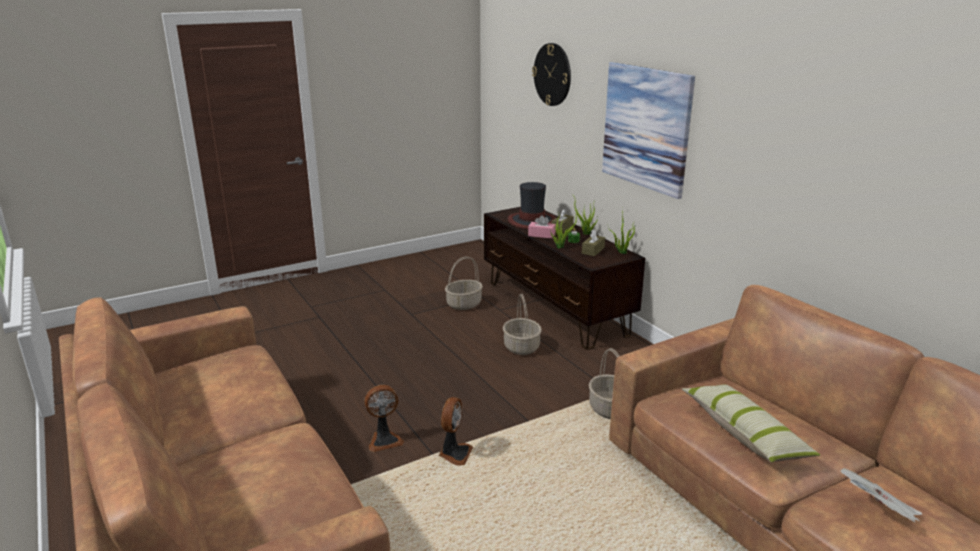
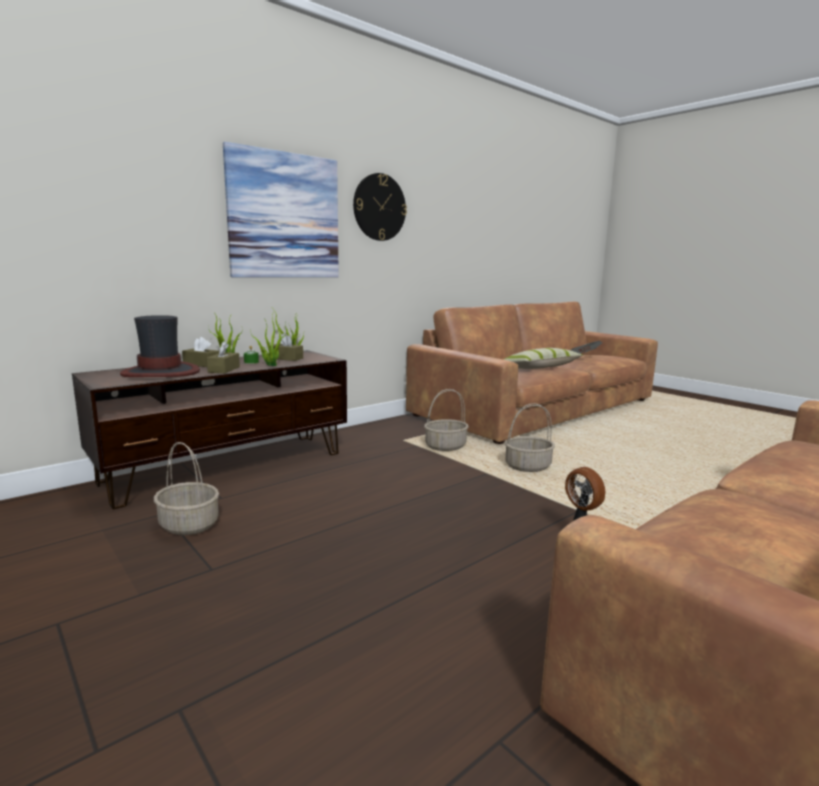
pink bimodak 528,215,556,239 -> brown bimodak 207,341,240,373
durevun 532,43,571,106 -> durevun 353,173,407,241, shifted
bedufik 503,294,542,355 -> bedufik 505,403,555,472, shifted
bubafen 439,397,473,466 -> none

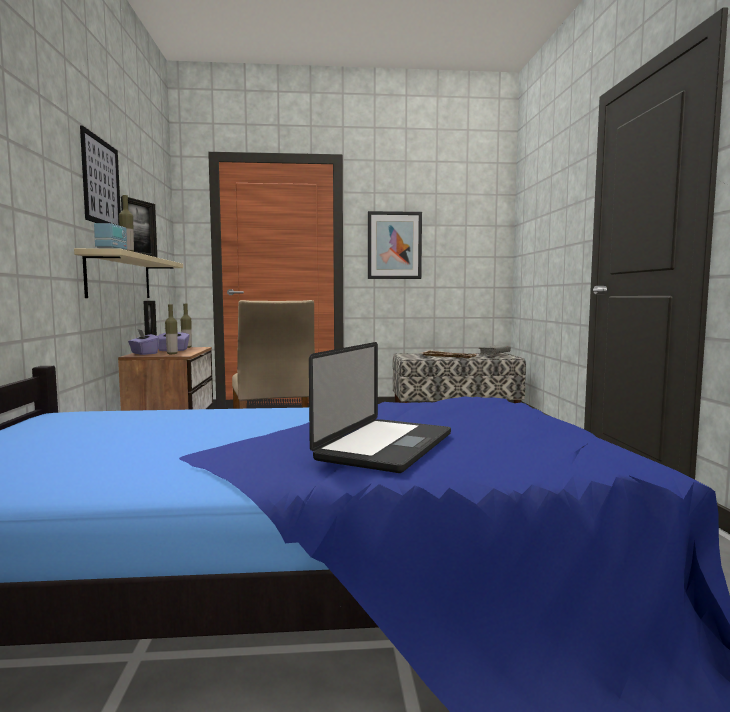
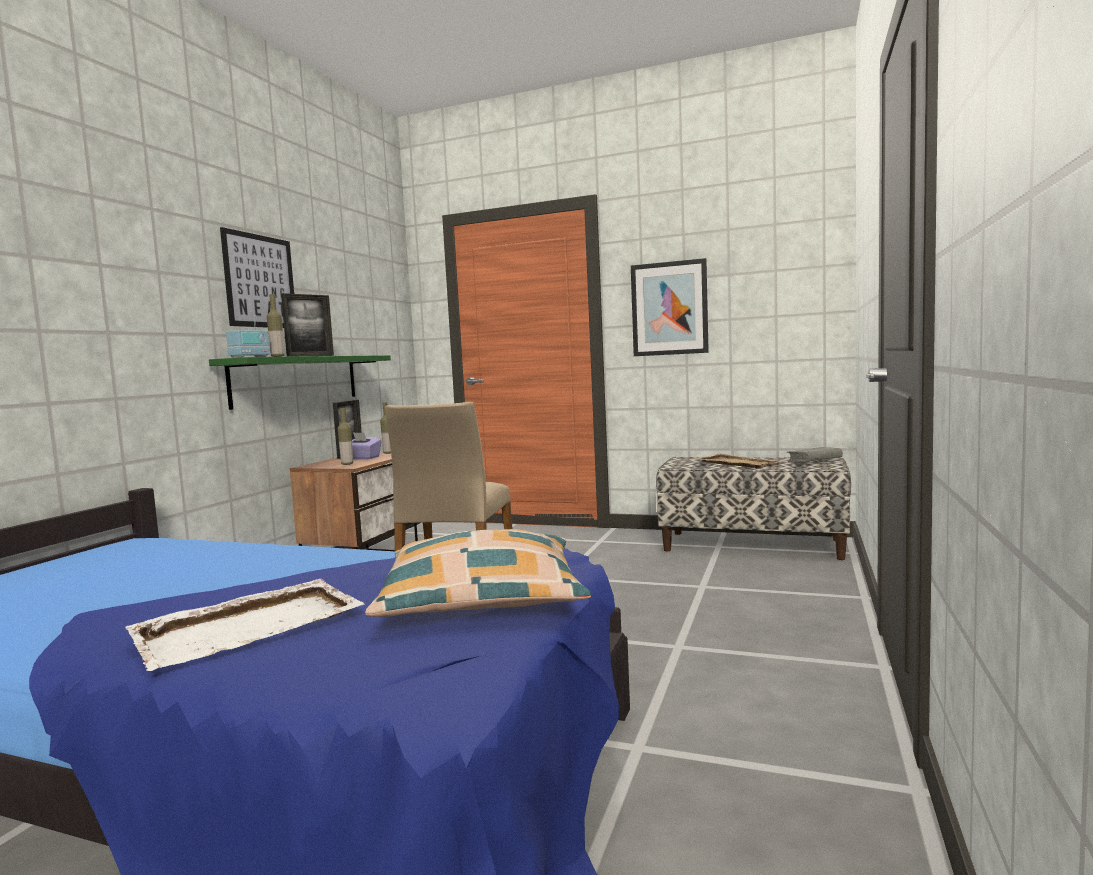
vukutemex 309,342,451,473 -> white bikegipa 125,579,365,671
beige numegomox 74,248,183,298 -> green numegomox 209,355,391,410
none -> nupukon 365,529,591,617
purple bimodak 128,330,159,355 -> none

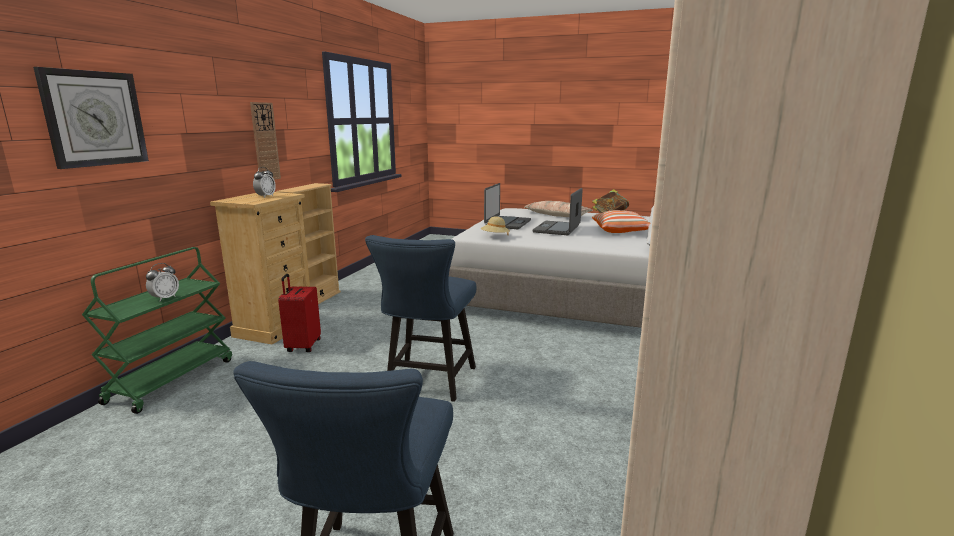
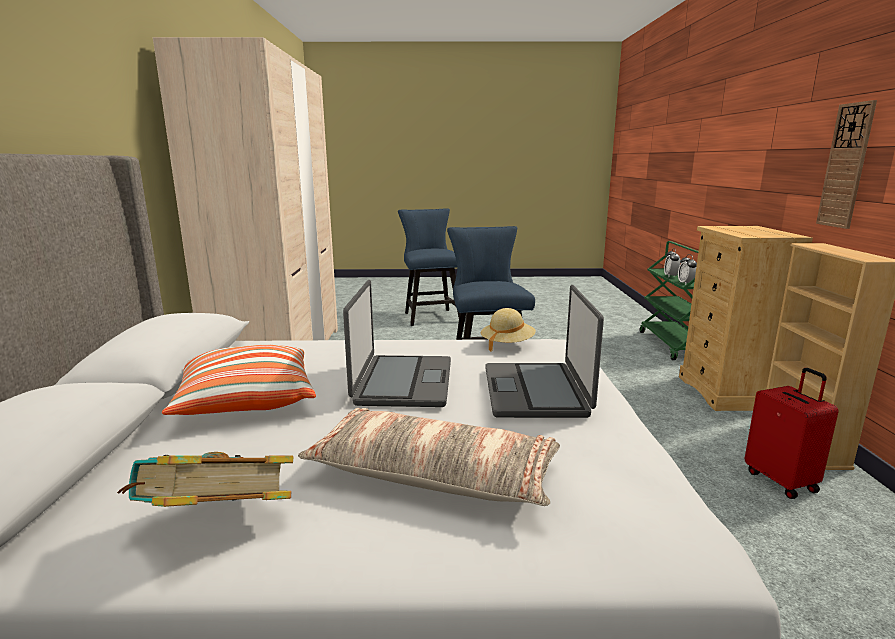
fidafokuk 253,167,276,198 -> fidafokuk 678,254,697,285, shifted
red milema 278,274,321,352 -> red milema 744,368,839,499, shifted
durevun 33,67,149,169 -> none

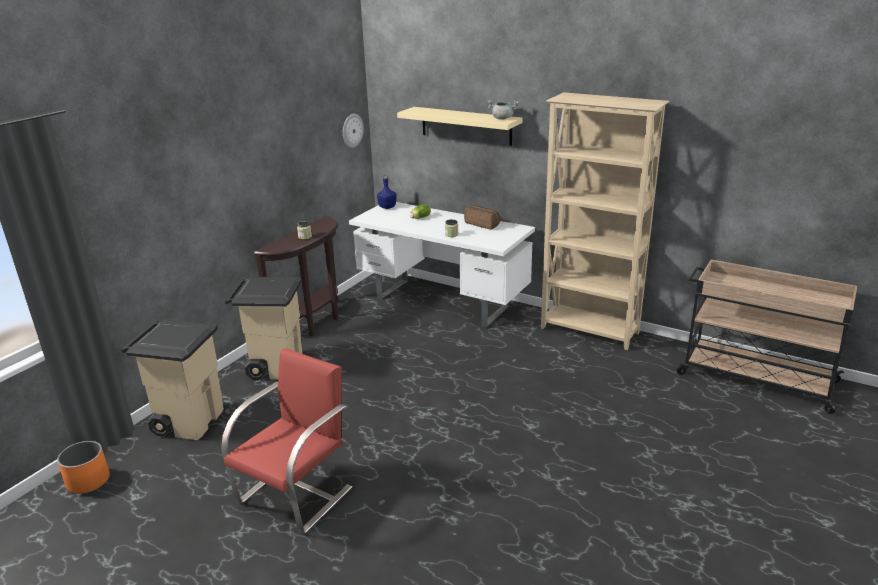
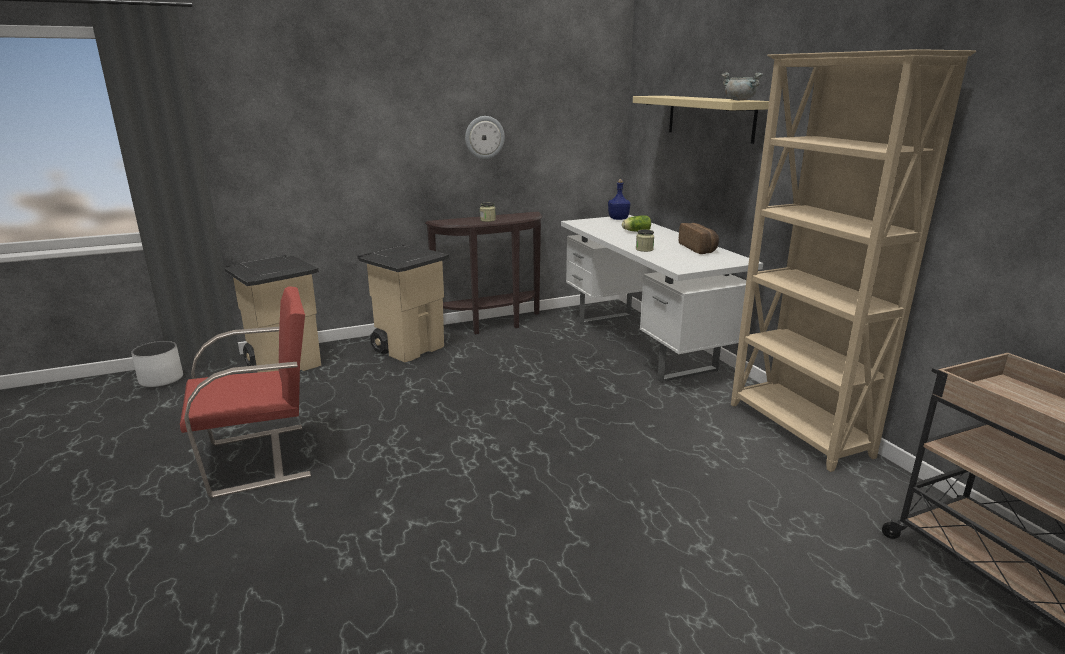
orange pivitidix 57,441,110,494 -> white pivitidix 131,341,183,388
durevun 343,114,364,148 -> durevun 465,116,505,159, shifted

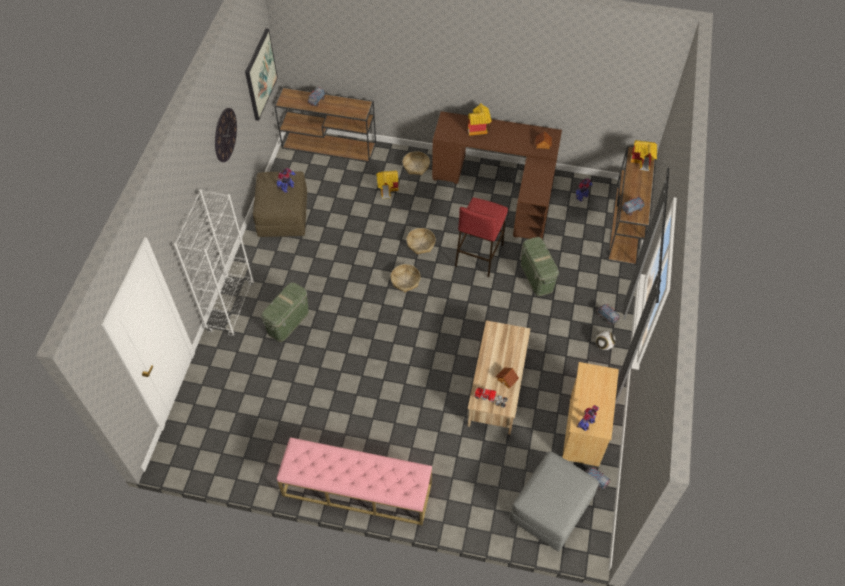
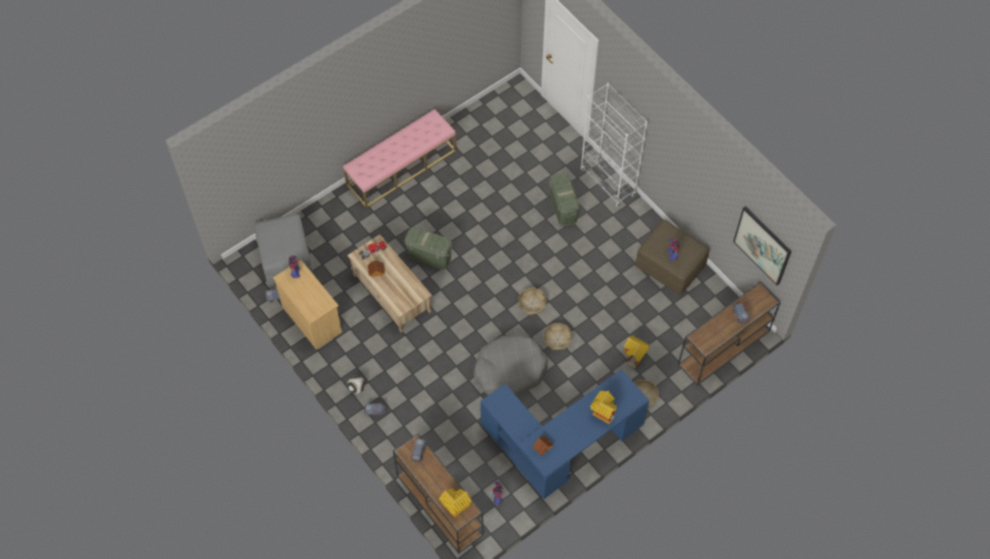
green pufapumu 521,237,559,296 -> green pufapumu 404,227,453,270, shifted
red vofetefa 455,198,508,277 -> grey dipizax 473,336,548,396
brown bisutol 432,111,562,240 -> blue bisutol 480,369,649,499
durevun 215,108,237,162 -> none

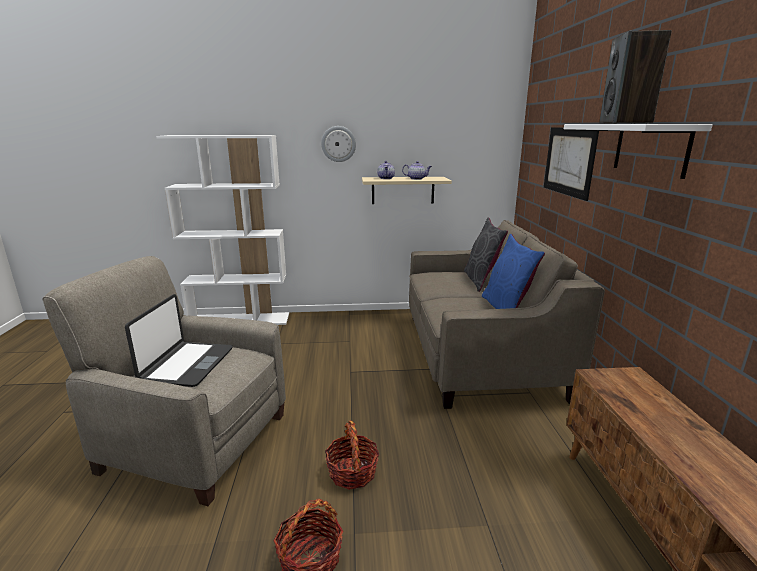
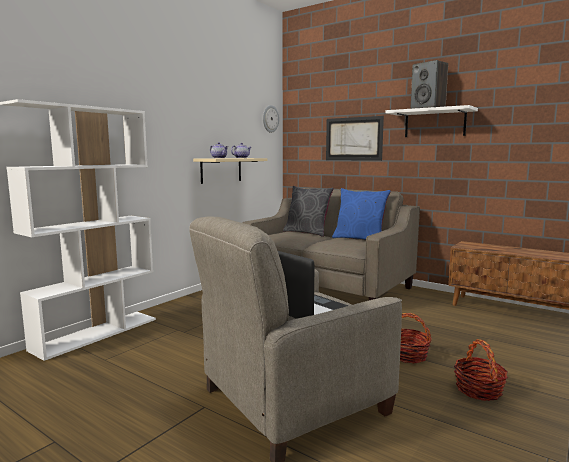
durevun 321,126,356,162 -> durevun 263,105,279,133, shifted

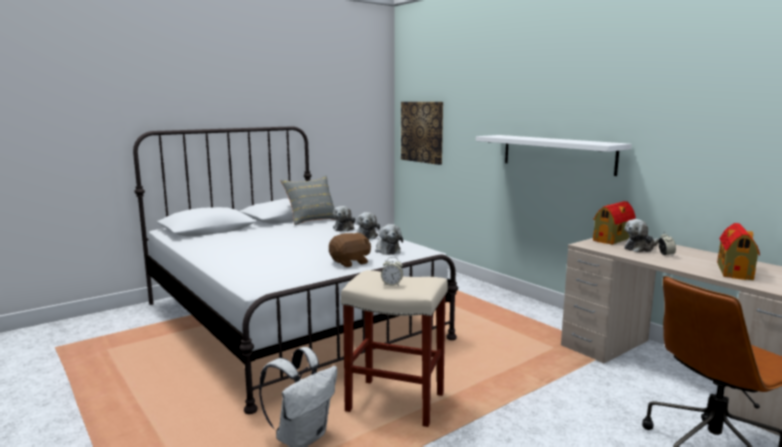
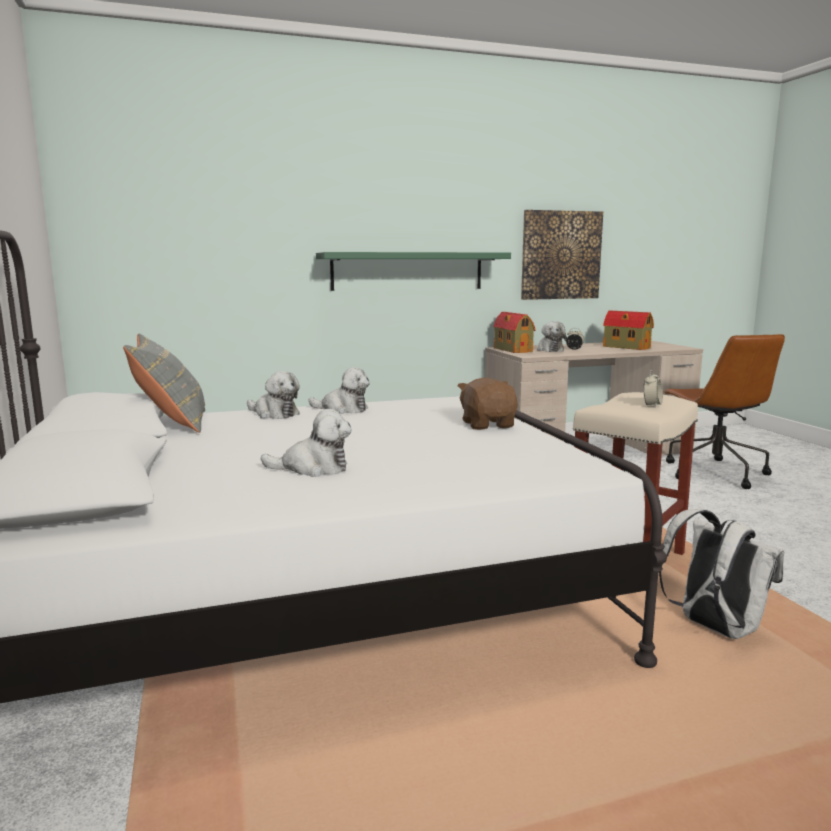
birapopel 375,224,403,255 -> birapopel 261,409,352,477, shifted
white numegomox 476,135,632,176 -> green numegomox 316,252,511,291
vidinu 401,102,443,165 -> vidinu 521,210,603,300, shifted

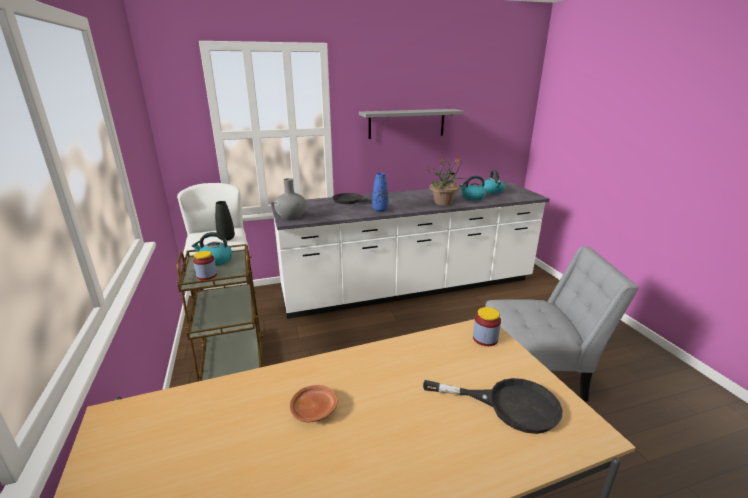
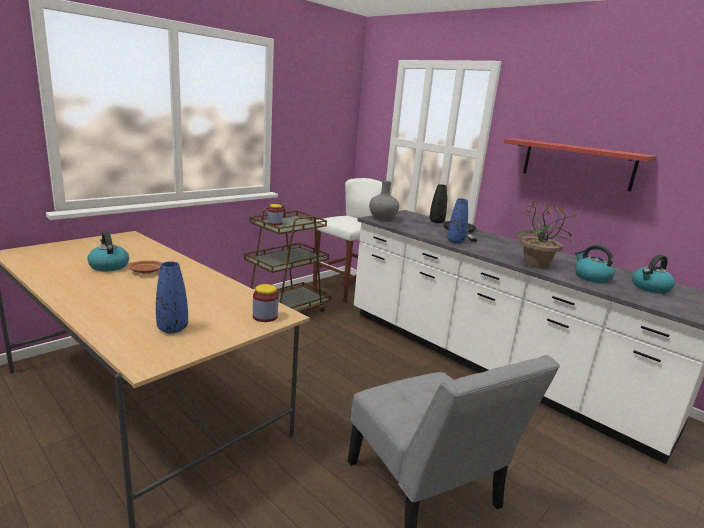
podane 192,232,232,266 -> podane 88,232,129,271, shifted
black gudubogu 423,378,562,434 -> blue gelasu 156,261,188,333
black gelasu 215,201,235,241 -> black gelasu 429,184,447,223, shifted
grey numegomox 359,109,464,139 -> red numegomox 504,139,657,191

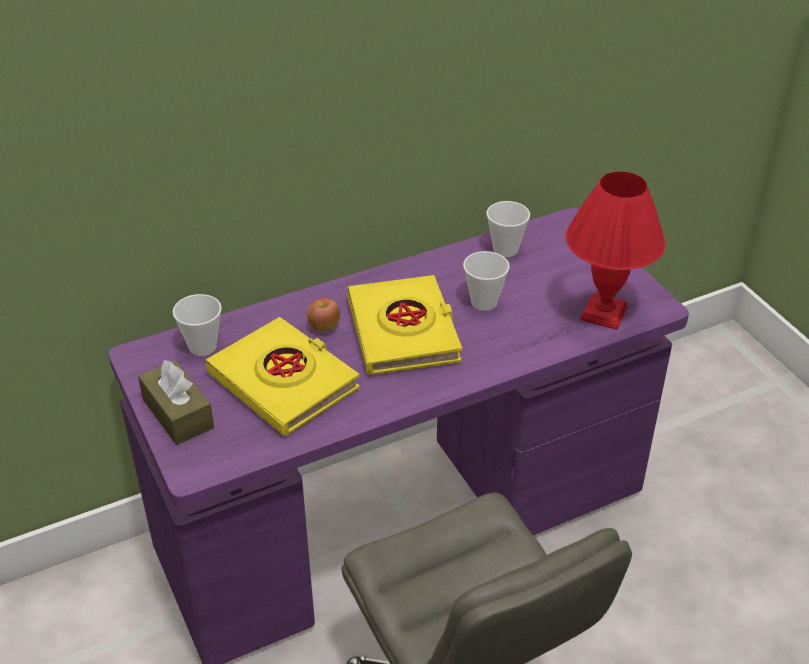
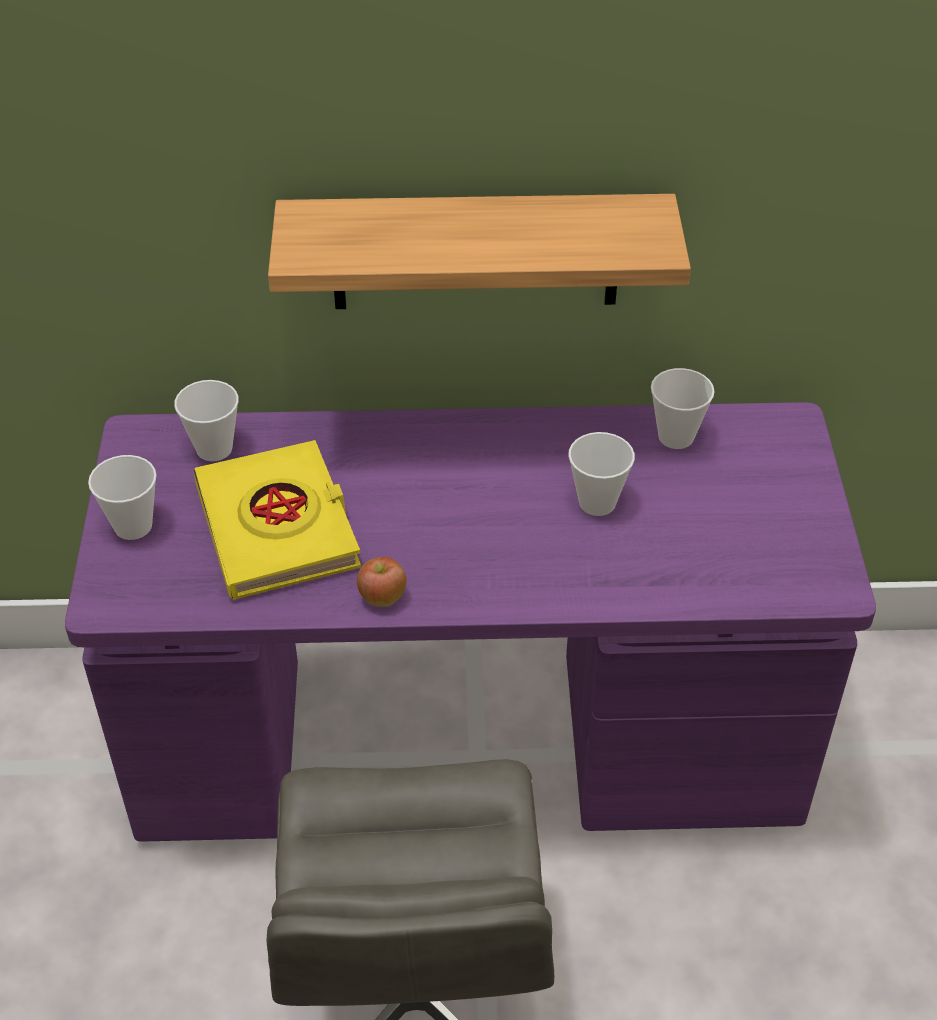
brown bimodak 138,360,214,445 -> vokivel 88,455,157,540
none -> numegomox 268,194,691,309
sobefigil 307,298,340,333 -> sobefigil 357,557,406,607, shifted
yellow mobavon 347,275,462,375 -> none
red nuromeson 566,171,665,330 -> none

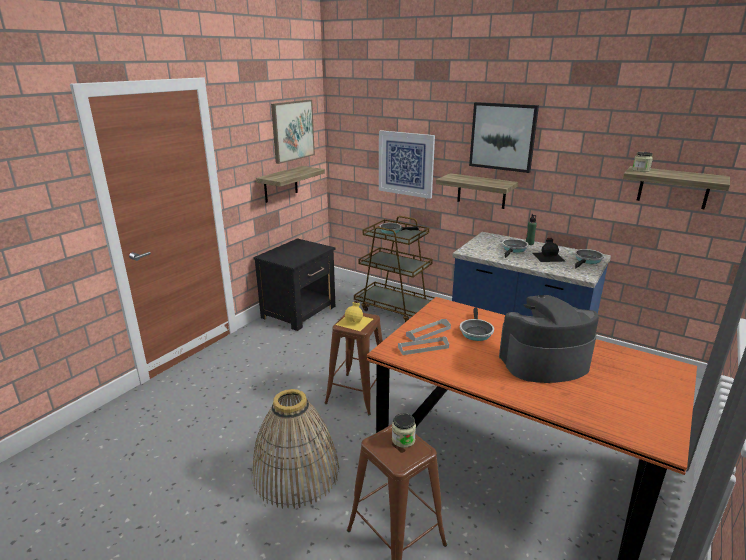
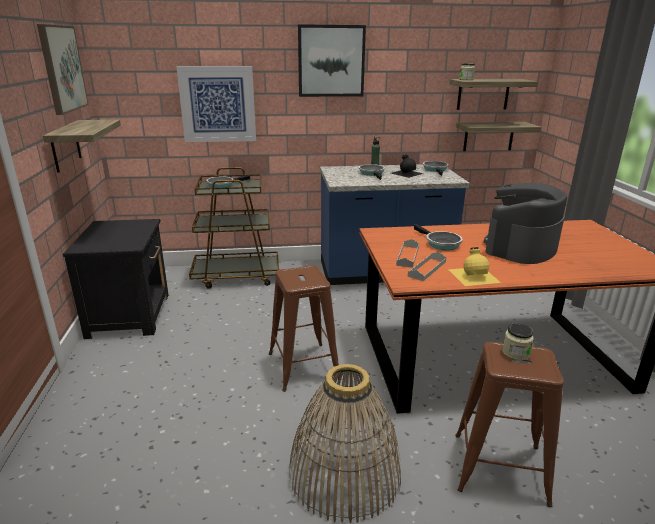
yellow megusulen 336,301,373,331 -> yellow megusulen 449,247,501,286, shifted
numegomox 436,173,518,209 -> numegomox 456,122,542,151, shifted

